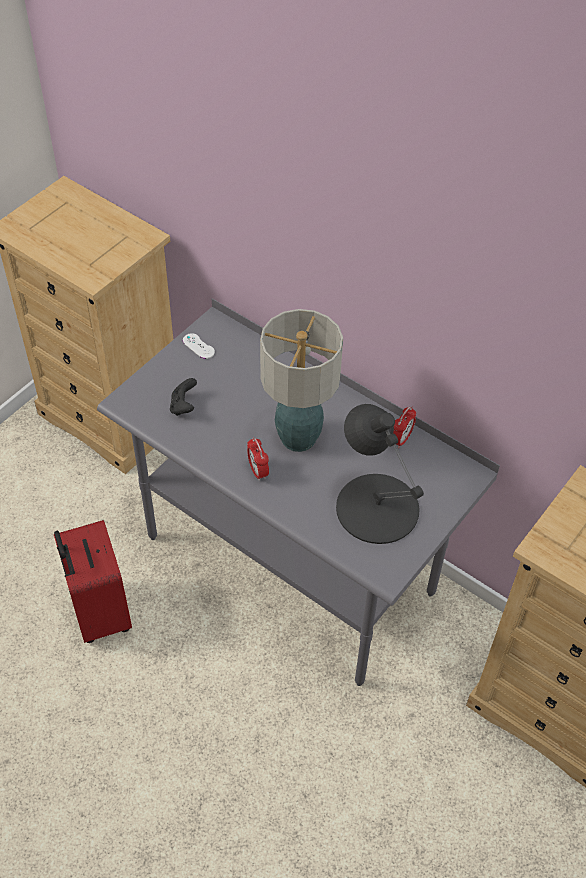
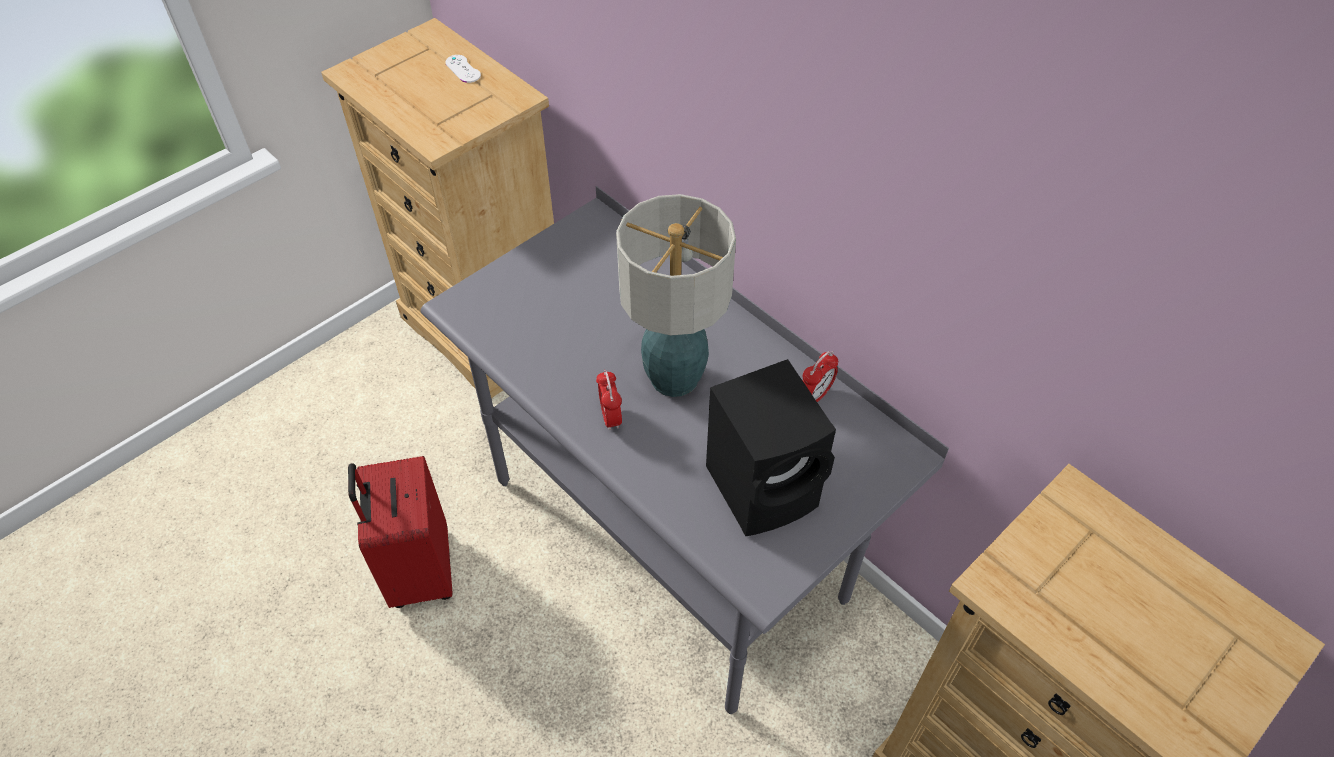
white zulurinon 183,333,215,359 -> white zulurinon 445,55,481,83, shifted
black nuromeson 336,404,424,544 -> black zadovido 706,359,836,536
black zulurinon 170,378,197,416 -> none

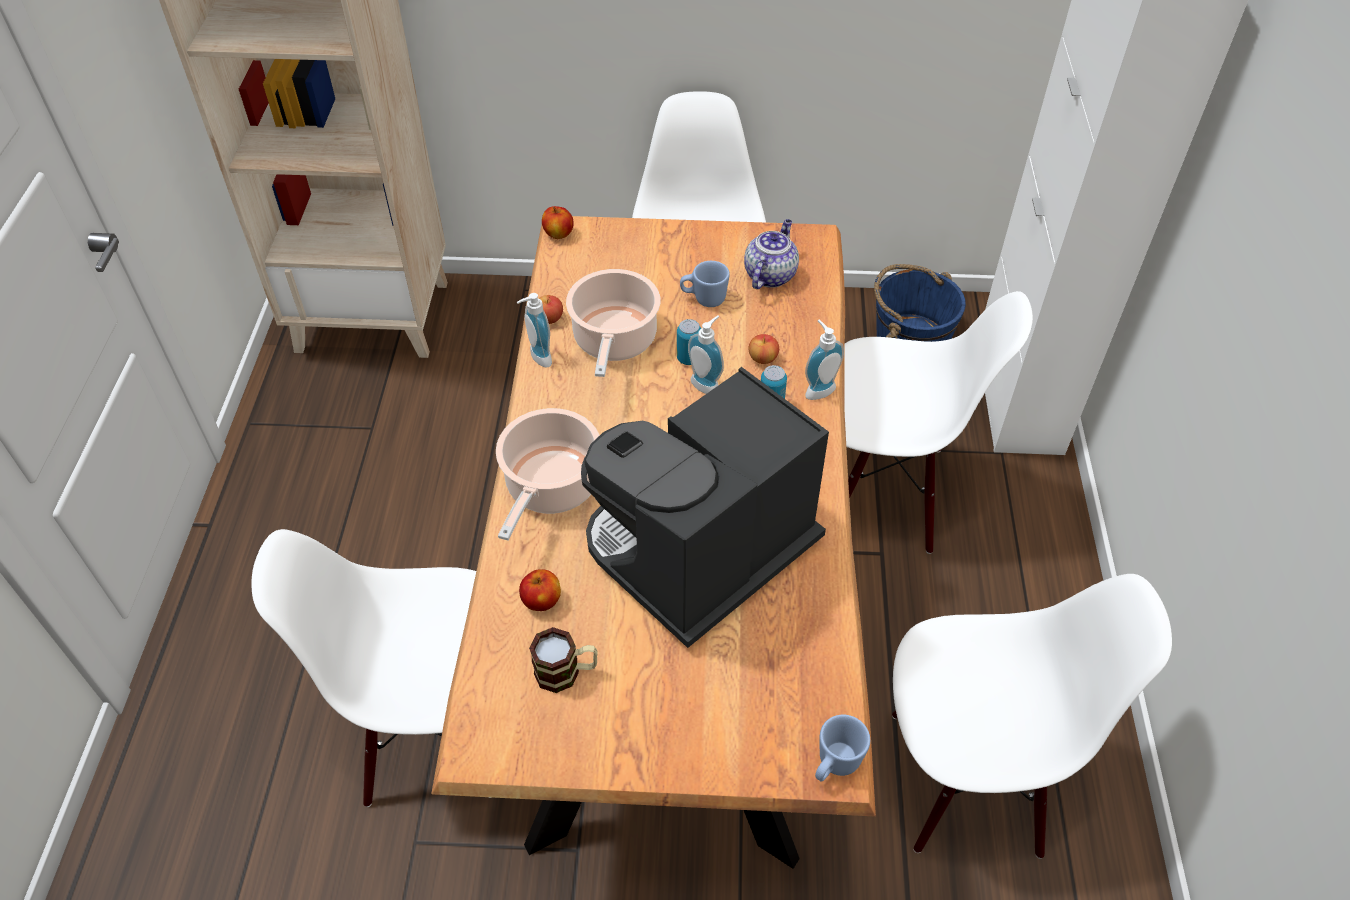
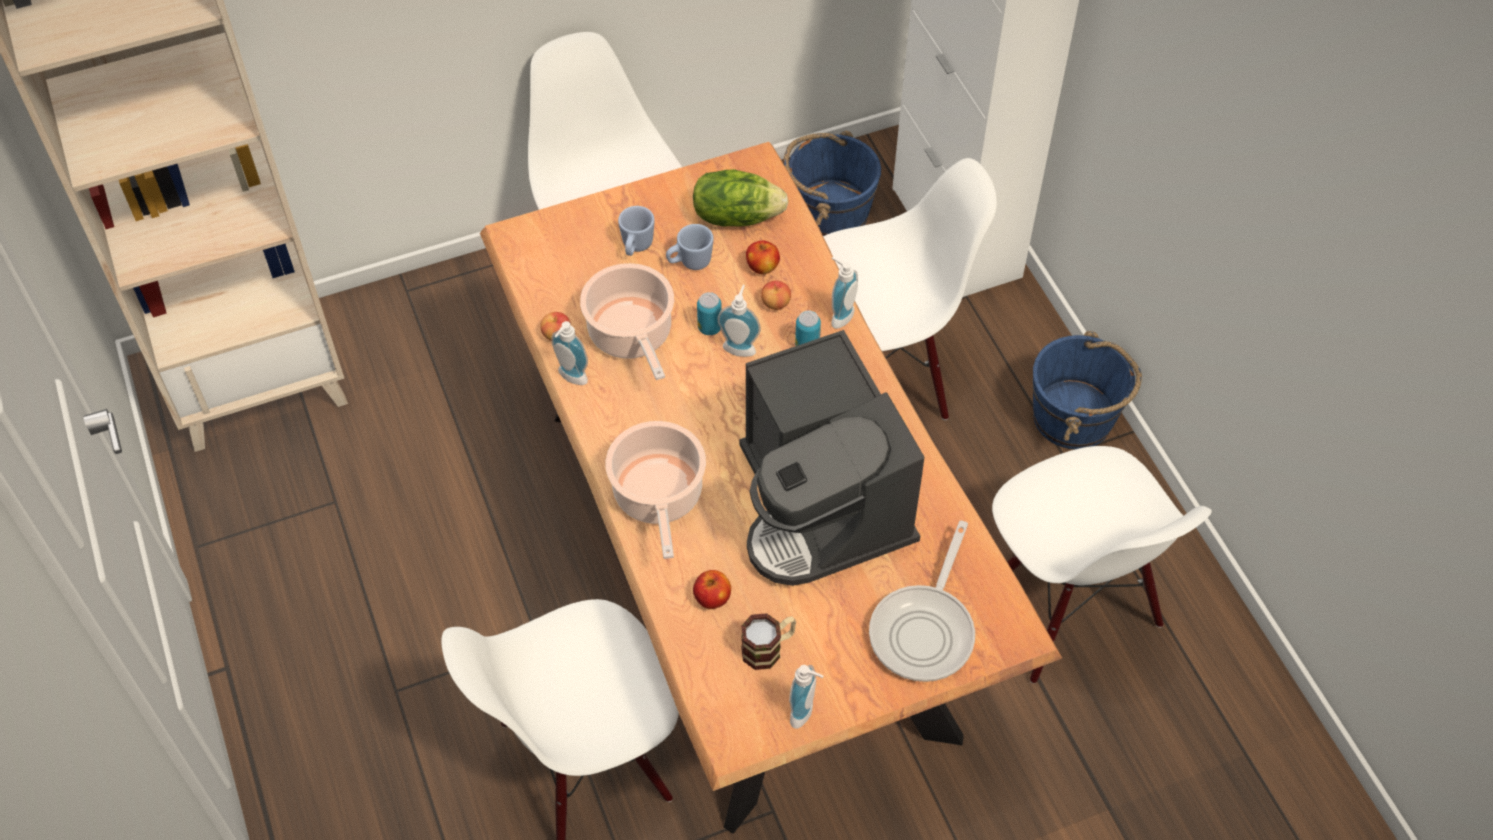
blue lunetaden 815,715,870,781 -> blue lunetaden 618,206,655,256, shifted
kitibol 744,219,799,289 -> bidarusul 693,169,789,226
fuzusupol 581,367,829,648 -> fuzusupol 739,330,924,586, 45 degrees counterclockwise
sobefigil 542,206,574,239 -> sobefigil 746,241,780,274, shifted
none -> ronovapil 789,665,824,729
none -> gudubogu 869,521,975,682
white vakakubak 892,574,1172,859 -> white vakakubak 992,446,1212,684, 90 degrees clockwise
none -> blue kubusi 1033,331,1142,449

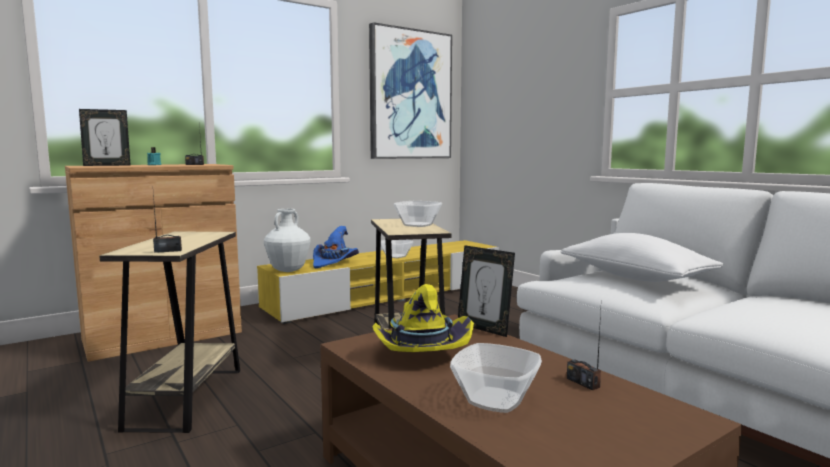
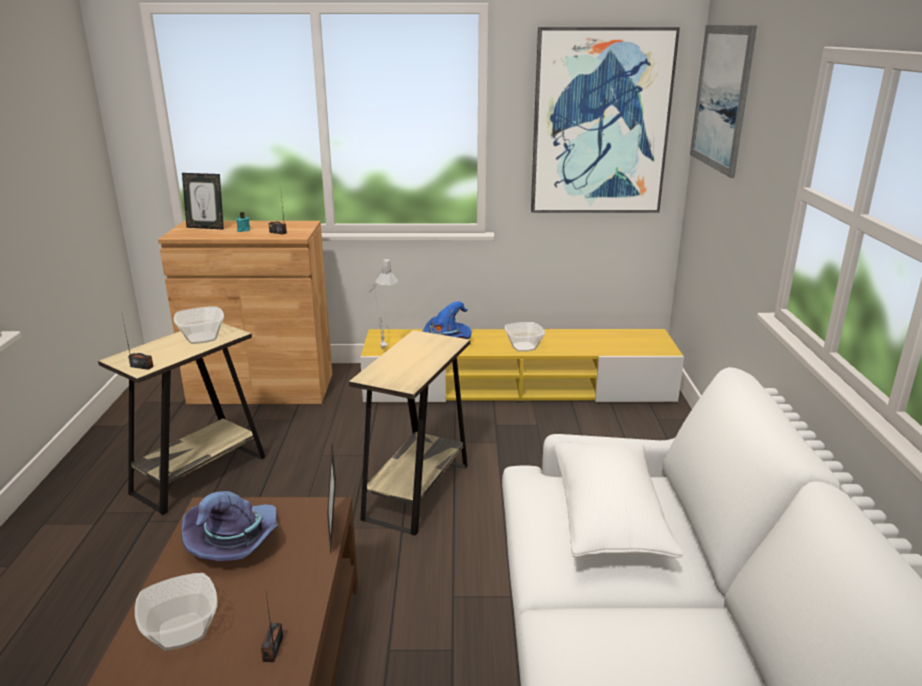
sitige 394,201,442,227 -> sitige 174,306,224,344, shifted
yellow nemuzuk 372,284,474,352 -> purple nemuzuk 181,491,279,561
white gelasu 264,209,310,272 -> grey nuromeson 369,258,398,349
none -> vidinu 690,25,757,178

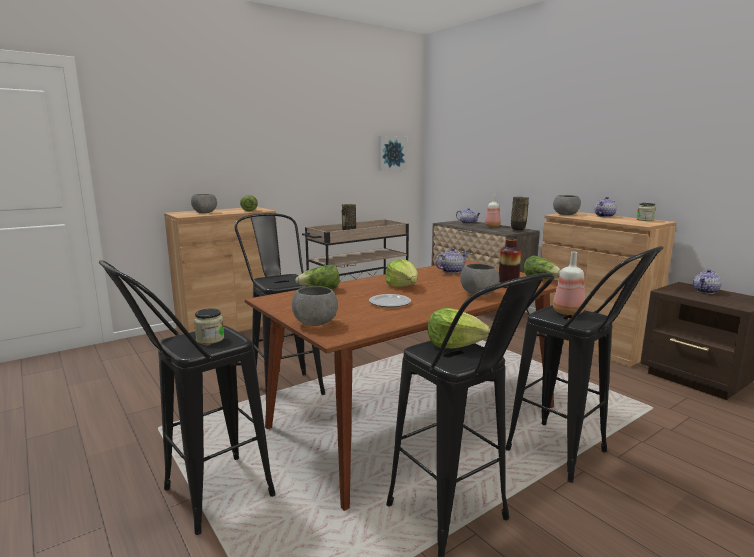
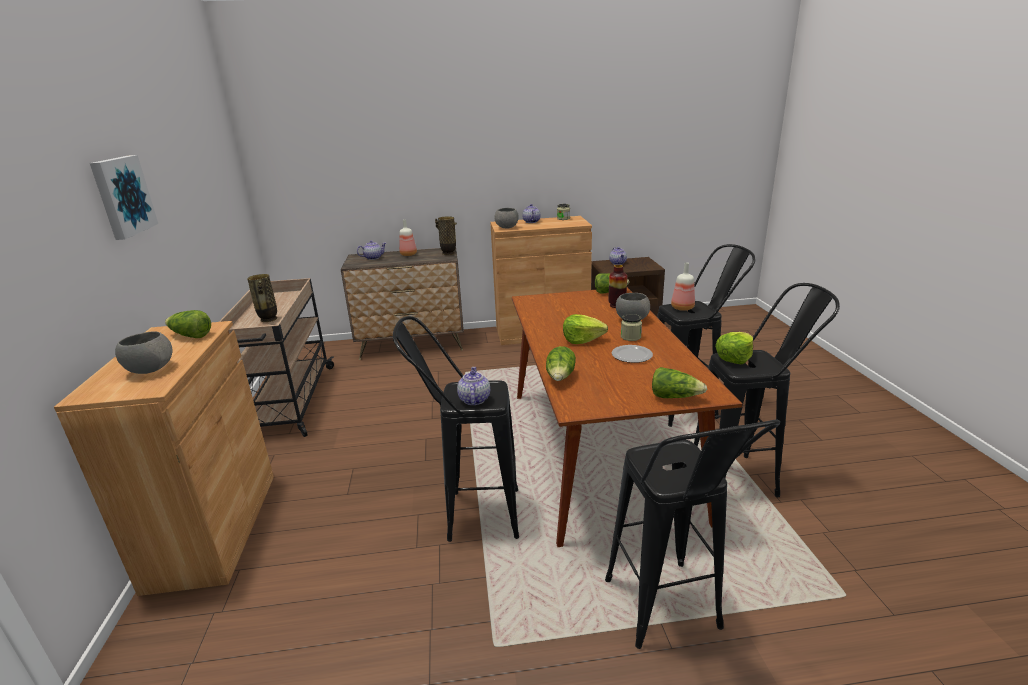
vidinu 378,136,407,171 -> vidinu 90,155,158,240, shifted
kitibol 435,248,469,274 -> kitibol 457,367,490,405, shifted
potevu 194,308,224,344 -> potevu 621,314,642,341, shifted
grey sitige 292,286,338,326 -> bidarusul 652,367,707,398

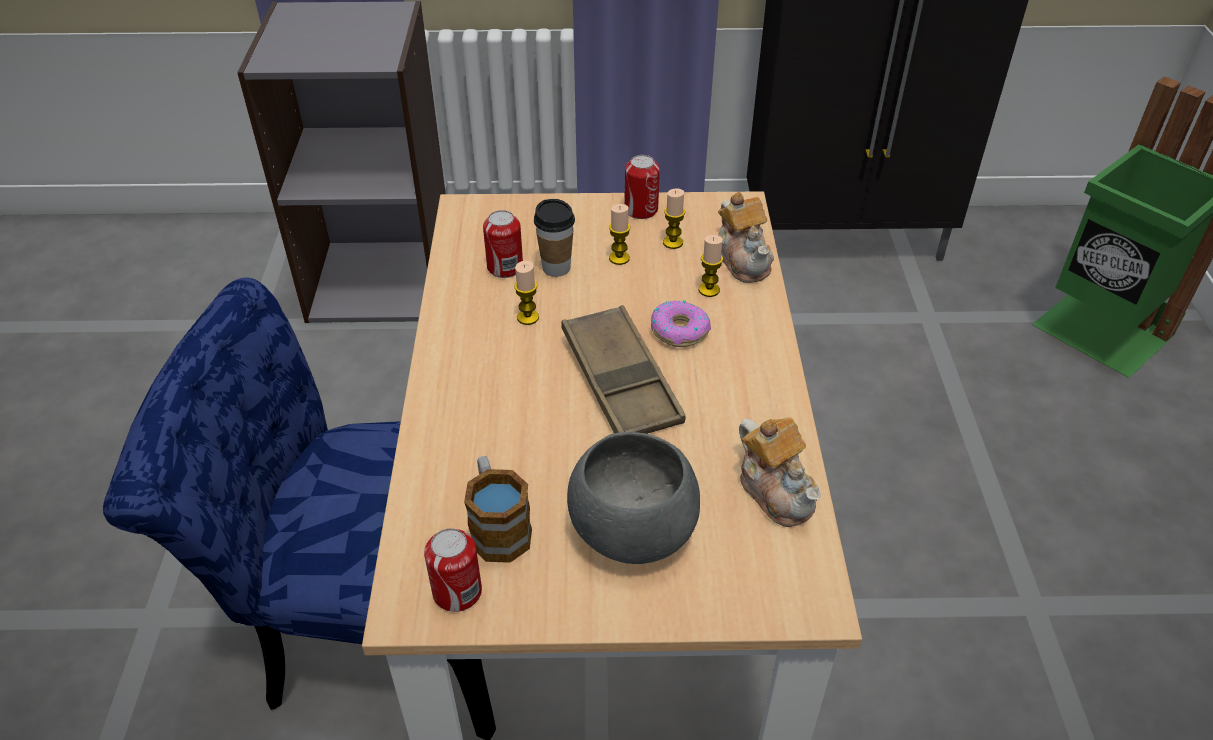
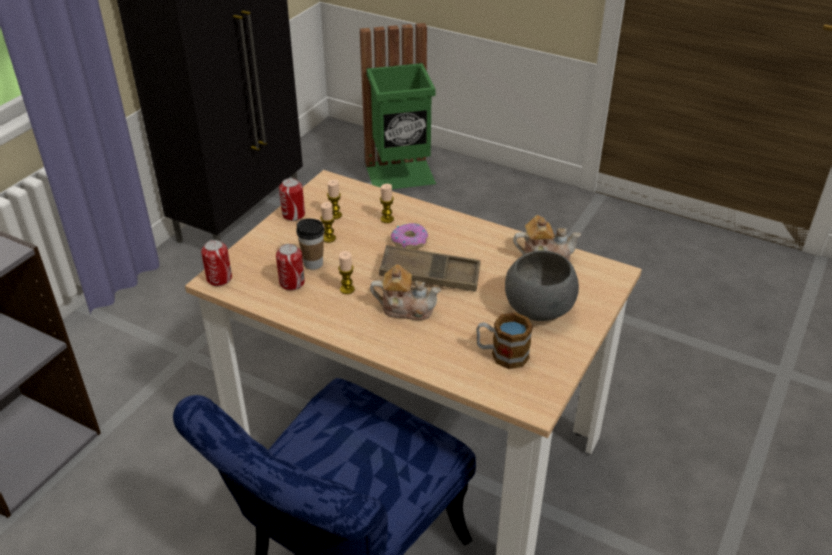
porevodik 424,528,482,612 -> porevodik 201,240,232,286, shifted
kitibol 718,192,774,283 -> kitibol 370,264,441,320, shifted

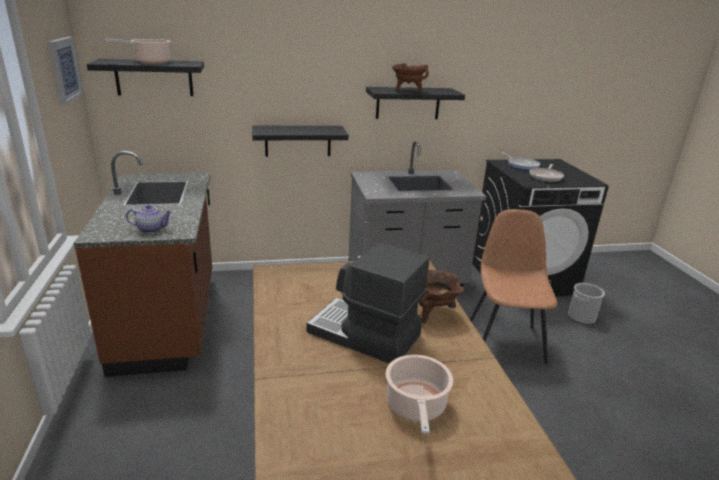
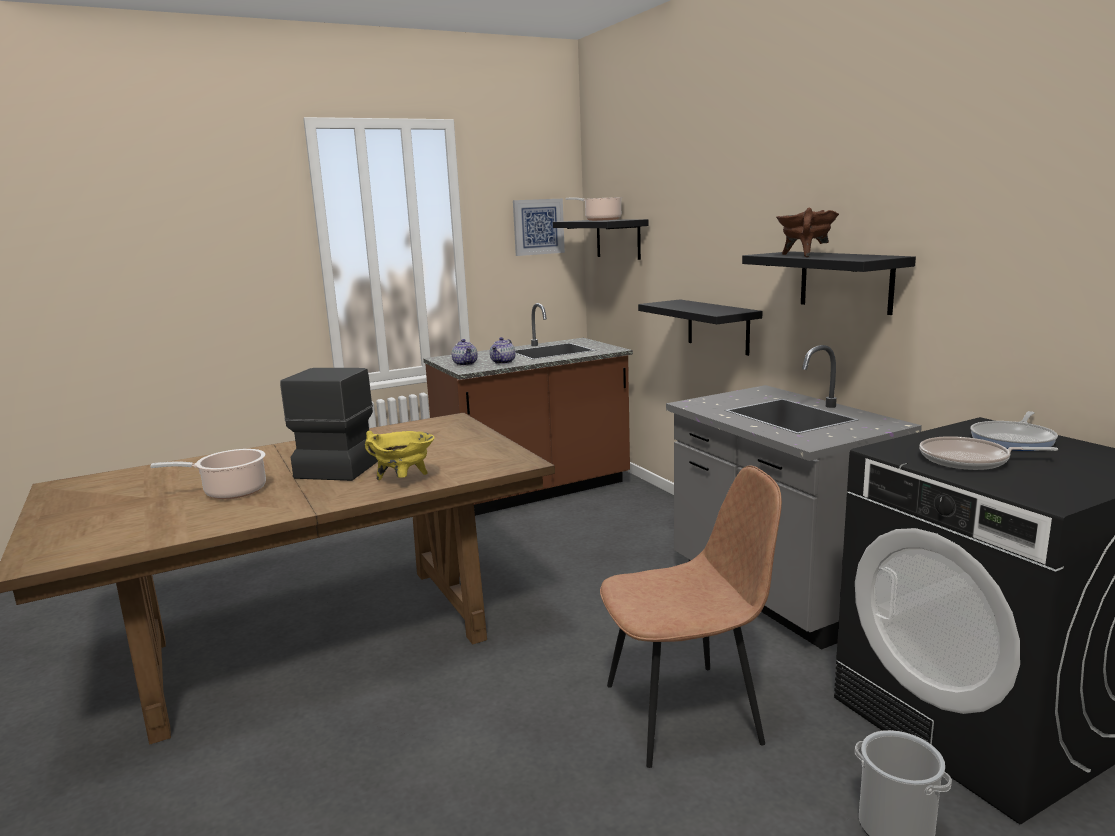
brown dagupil 419,270,464,324 -> yellow dagupil 365,431,434,480
none -> kitibol 490,337,516,364

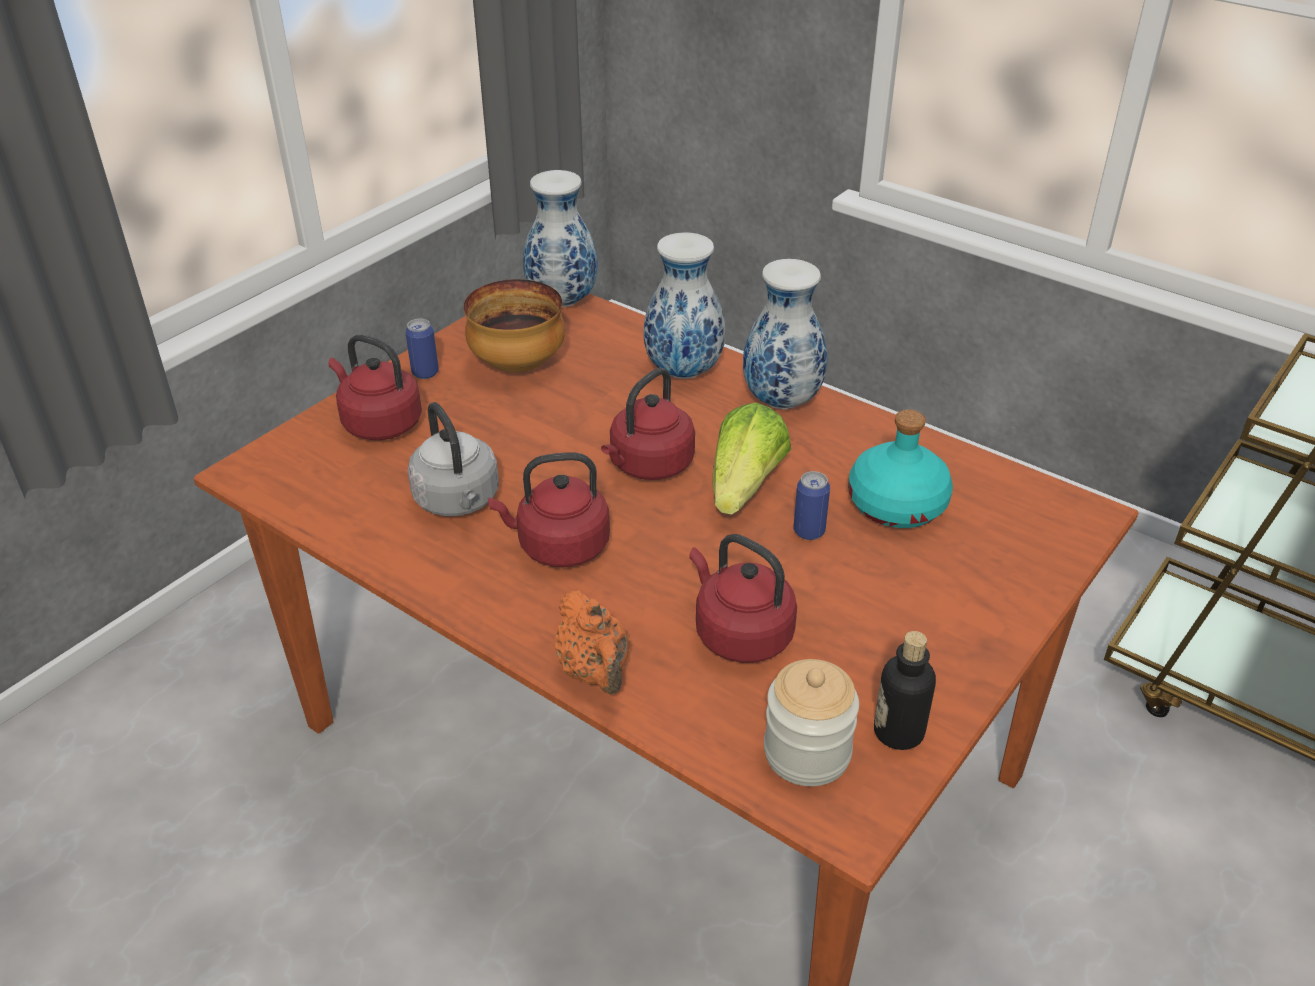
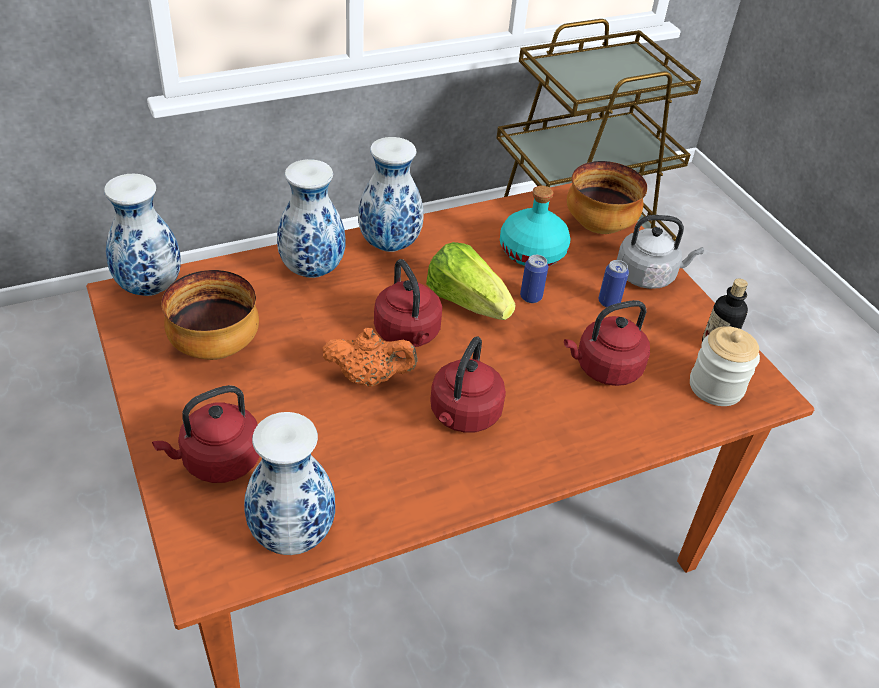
none -> gelasu 244,412,335,555
orange kitibol 554,590,630,694 -> orange kitibol 323,328,418,387, shifted
none -> sitige 567,161,647,234
porevodik 405,318,439,379 -> porevodik 598,260,629,308, shifted
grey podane 408,402,499,516 -> grey podane 617,215,704,289, shifted

